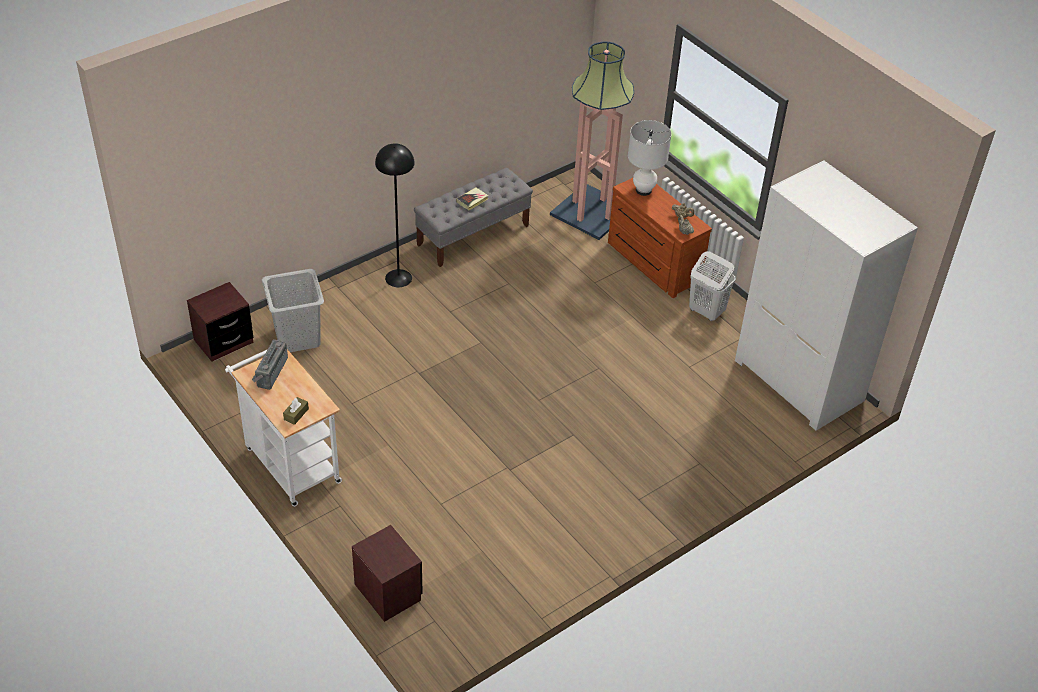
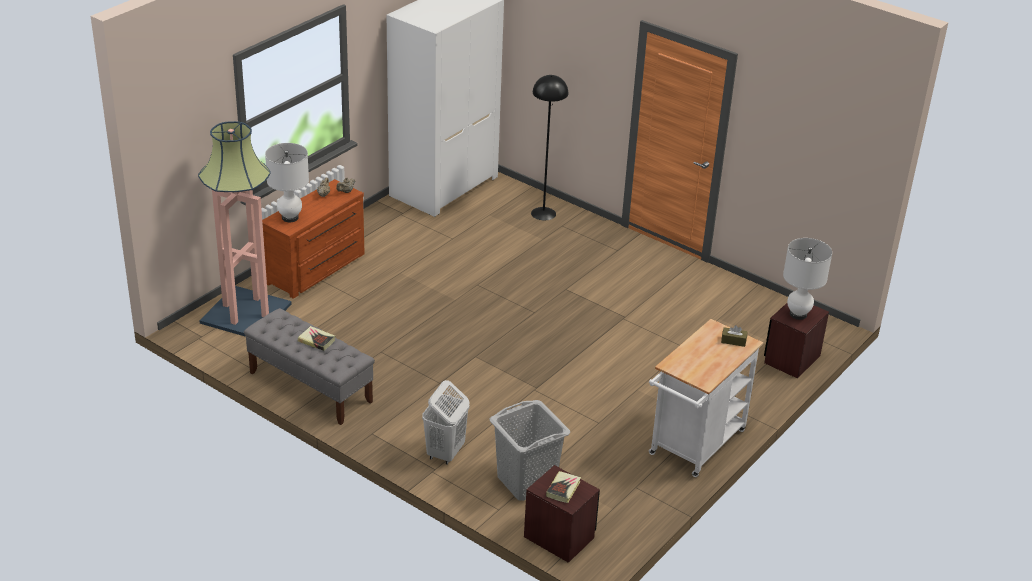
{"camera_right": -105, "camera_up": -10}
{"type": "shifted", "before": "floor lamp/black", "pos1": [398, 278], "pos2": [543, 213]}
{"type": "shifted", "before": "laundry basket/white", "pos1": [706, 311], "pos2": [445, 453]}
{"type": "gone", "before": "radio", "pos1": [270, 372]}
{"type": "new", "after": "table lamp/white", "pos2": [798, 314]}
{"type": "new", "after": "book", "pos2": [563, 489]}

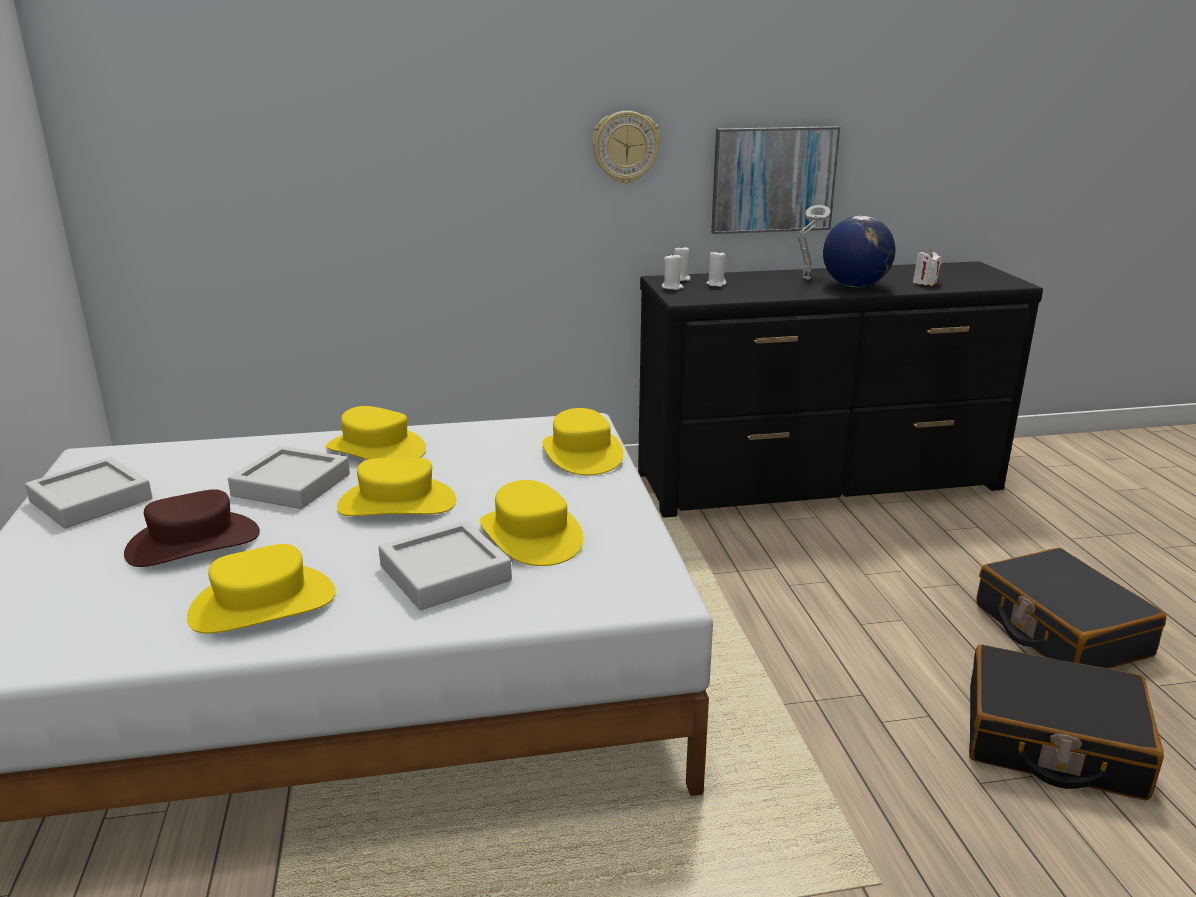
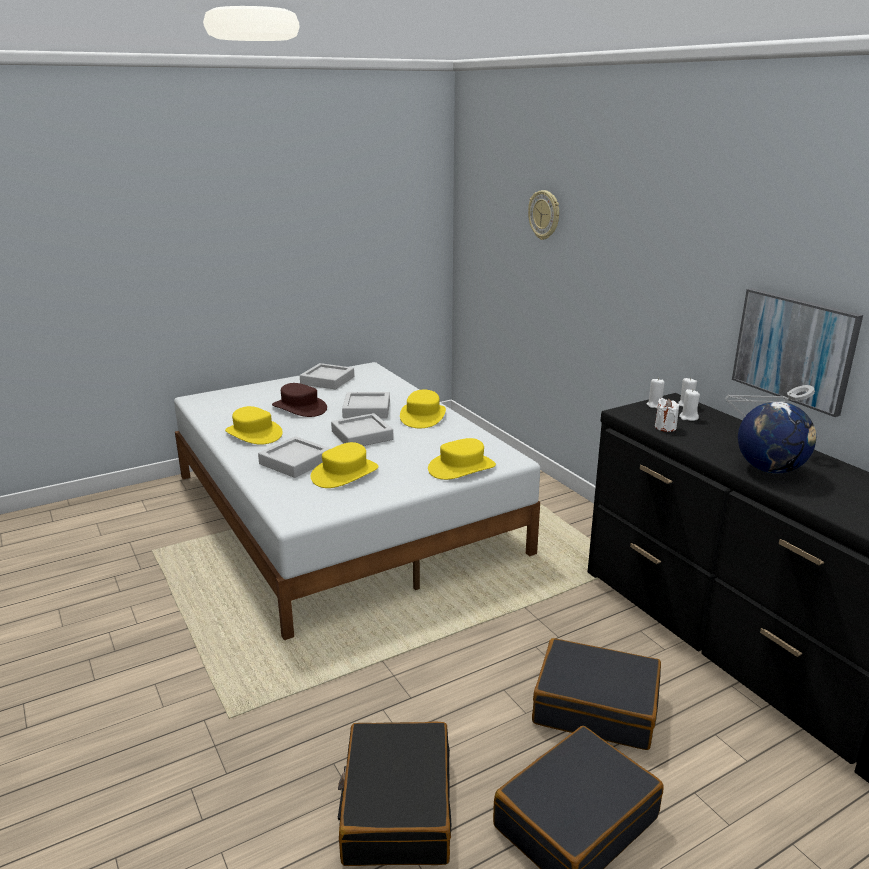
{"camera_right": 70, "camera_up": 0}
{"type": "shifted", "before": "wall clock", "pos1": [625, 147], "pos2": [544, 215]}
{"type": "shifted", "before": "candle/white", "pos1": [925, 283], "pos2": [665, 427]}
{"type": "swapped", "before": "hat/yellow", "after": "tray/grey", "pos1": [397, 503], "pos2": [362, 435]}
{"type": "new", "after": "suitcase/black", "pos2": [595, 706]}

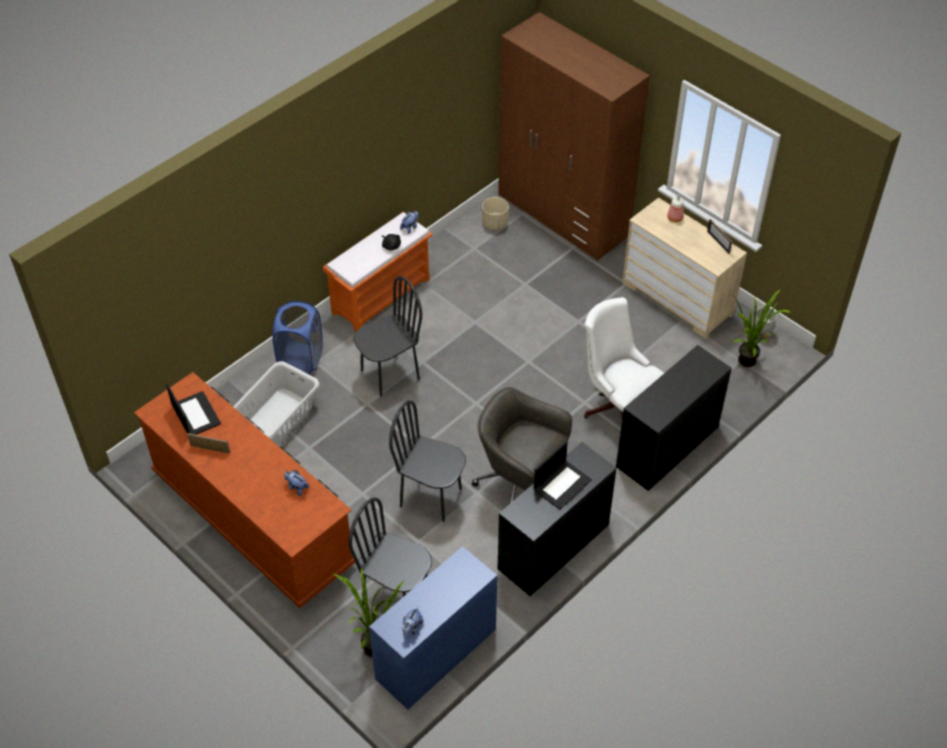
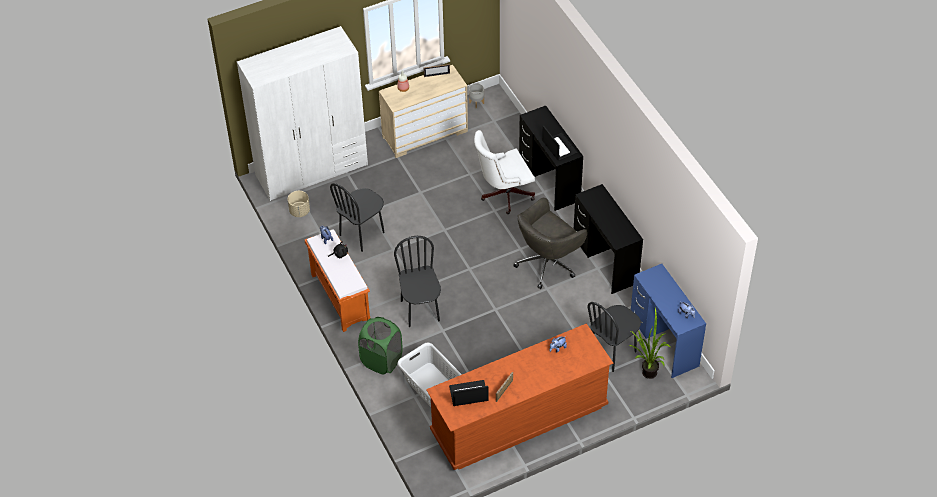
{"camera_right": -70, "camera_up": 0}
{"type": "repainted", "before": "wardrobe/brown", "after": "wardrobe/white", "pos1": [563, 215], "pos2": [312, 170]}
{"type": "gone", "before": "potted plant", "pos1": [748, 364]}
{"type": "repainted", "before": "laundry basket/blue", "after": "laundry basket/green", "pos1": [301, 359], "pos2": [381, 360]}
{"type": "shifted", "before": "chair/black", "pos1": [431, 497], "pos2": [362, 234]}
{"type": "shifted", "before": "laptop", "pos1": [562, 484], "pos2": [559, 147]}

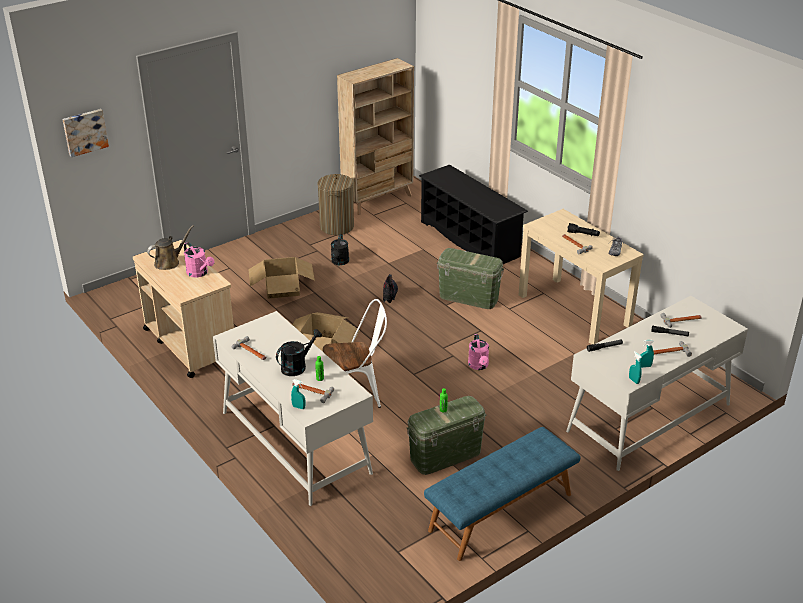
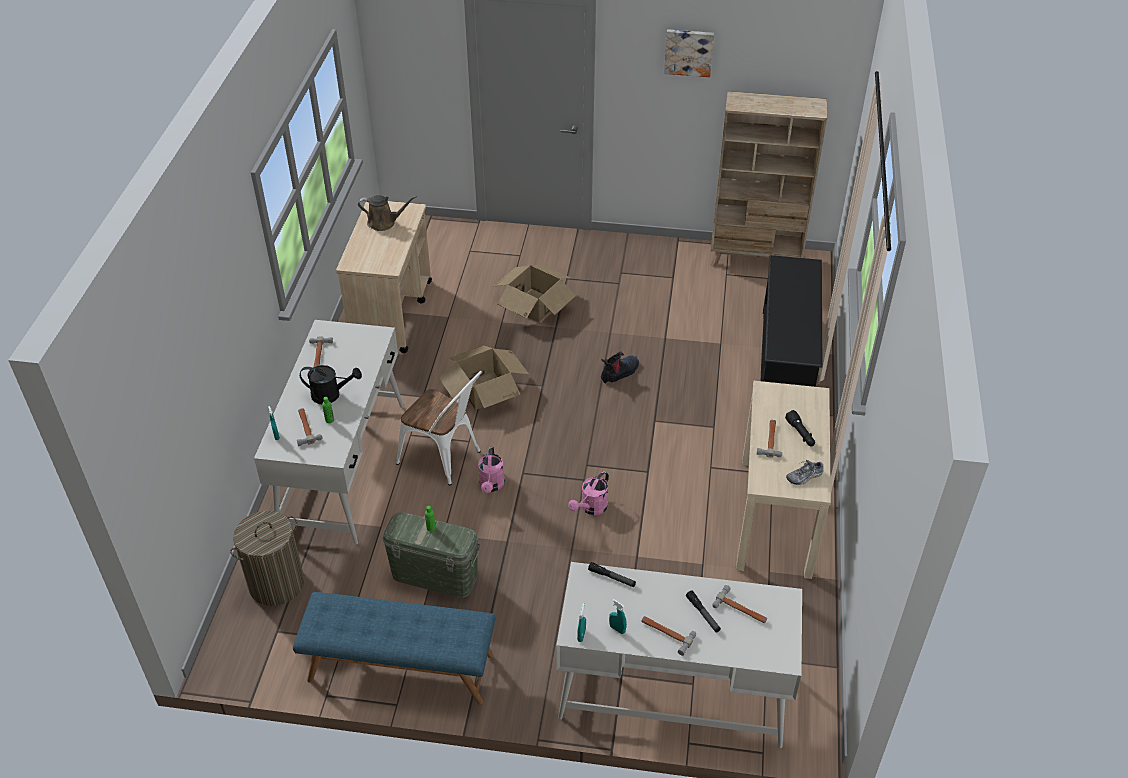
{"camera_right": 45, "camera_up": 10}
{"type": "shifted", "before": "picture", "pos1": [85, 132], "pos2": [689, 52]}
{"type": "shifted", "before": "laundry basket", "pos1": [337, 226], "pos2": [276, 584]}
{"type": "gone", "before": "watering can/black", "pos1": [339, 262]}
{"type": "shifted", "before": "watering can/pink", "pos1": [199, 273], "pos2": [491, 486]}
{"type": "gone", "before": "storage box/green", "pos1": [469, 297]}

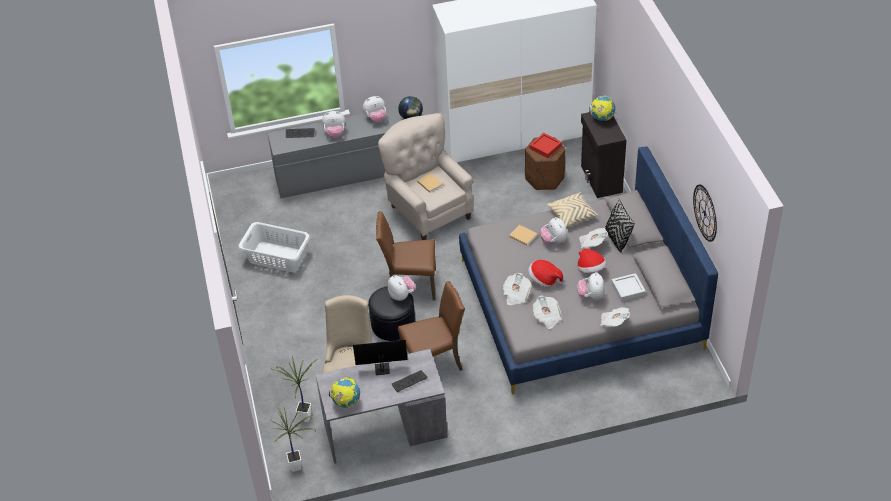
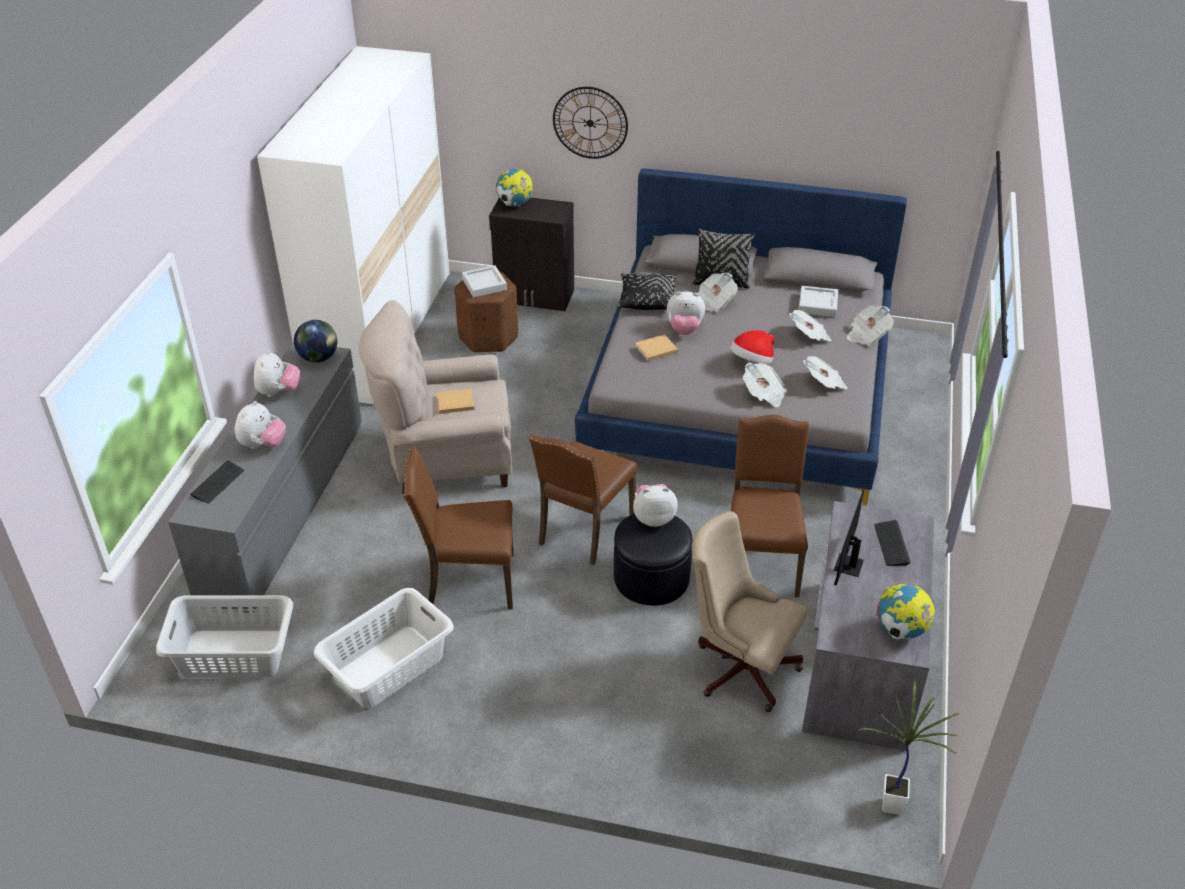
{"camera_right": -65, "camera_up": -5}
{"type": "repainted", "before": "tray/red", "after": "tray/grey", "pos1": [545, 147], "pos2": [484, 284]}
{"type": "shifted", "before": "wall clock", "pos1": [705, 212], "pos2": [590, 123]}
{"type": "repainted", "before": "pillow/beige", "after": "pillow/black", "pos1": [572, 215], "pos2": [647, 300]}
{"type": "gone", "before": "hat", "pos1": [590, 269]}
{"type": "swapped", "before": "plush toy", "after": "newspaper", "pos1": [591, 296], "pos2": [809, 336]}
{"type": "gone", "before": "potted plant", "pos1": [303, 416]}
{"type": "new", "after": "chair/brown", "pos2": [468, 581]}
{"type": "new", "after": "laundry basket/grey", "pos2": [234, 655]}

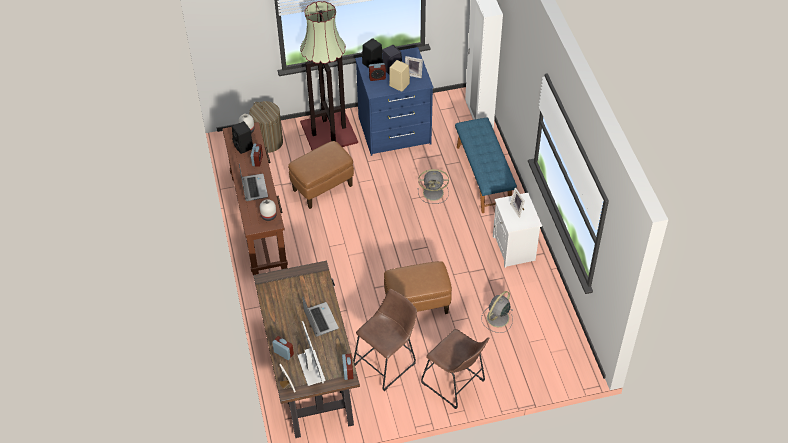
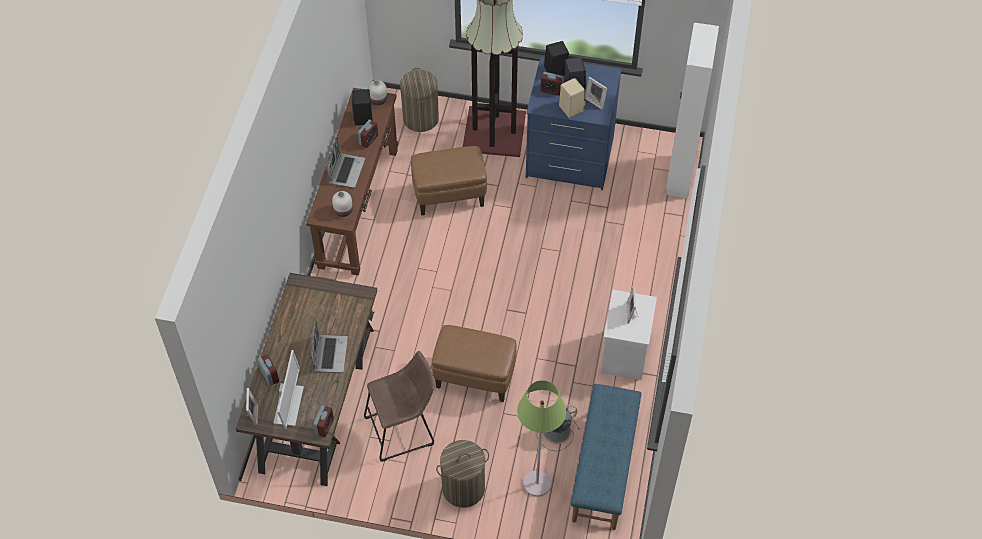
{"camera_right": 25, "camera_up": 5}
{"type": "shifted", "before": "bench/blue", "pos1": [484, 176], "pos2": [604, 468]}
{"type": "gone", "before": "fan/grey", "pos1": [434, 193]}
{"type": "swapped", "before": "stool/brown", "after": "laundry basket", "pos1": [455, 384], "pos2": [463, 488]}
{"type": "new", "after": "floor lamp/green", "pos2": [537, 483]}

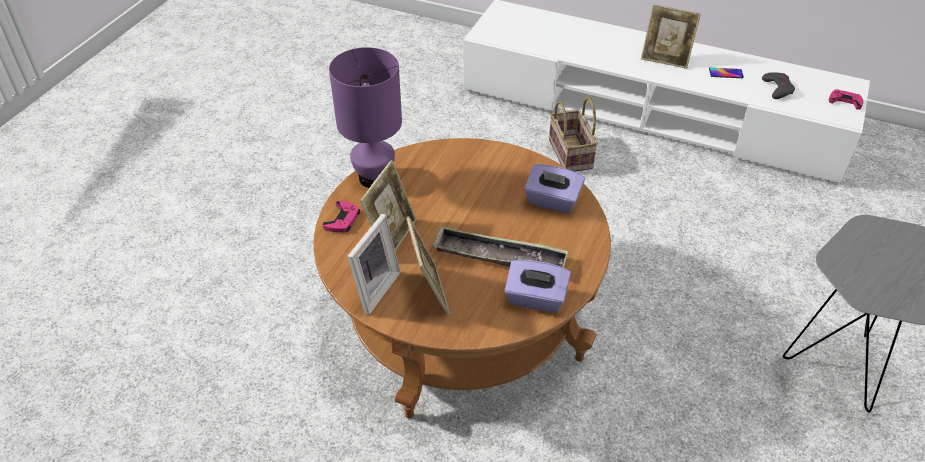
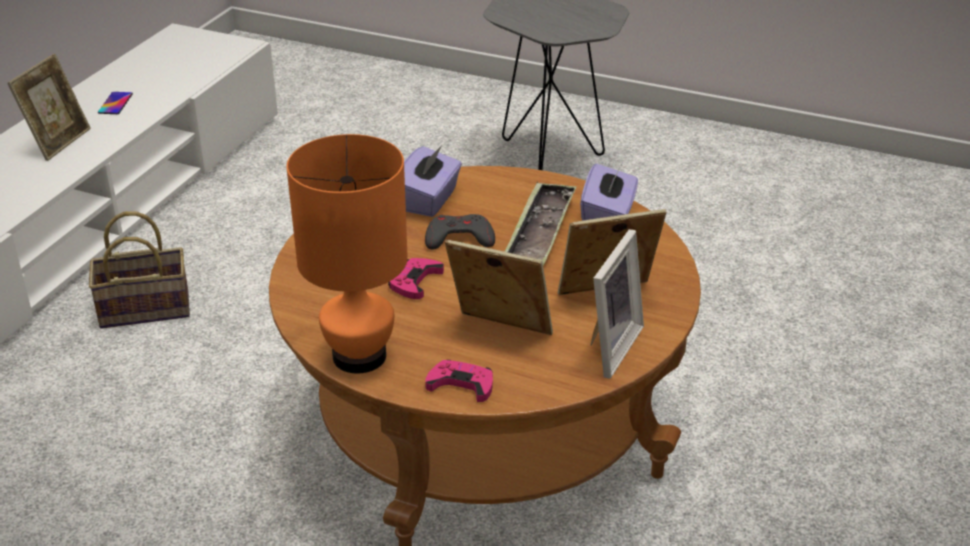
{"camera_right": -90, "camera_up": -10}
{"type": "repainted", "before": "table lamp/purple", "after": "table lamp/orange", "pos1": [373, 178], "pos2": [359, 357]}
{"type": "shifted", "before": "game controller/grey", "pos1": [777, 88], "pos2": [459, 238]}
{"type": "shifted", "before": "game controller/pink", "pos1": [845, 101], "pos2": [415, 282]}
{"type": "rotated", "before": "picture frame", "pos1": [372, 289], "pos2": [607, 347], "turn": 90}

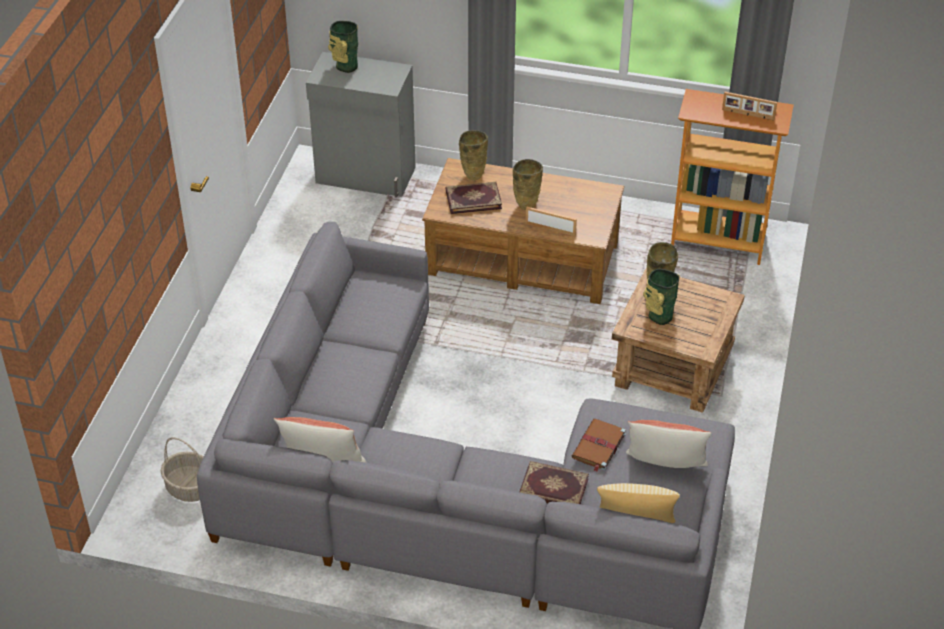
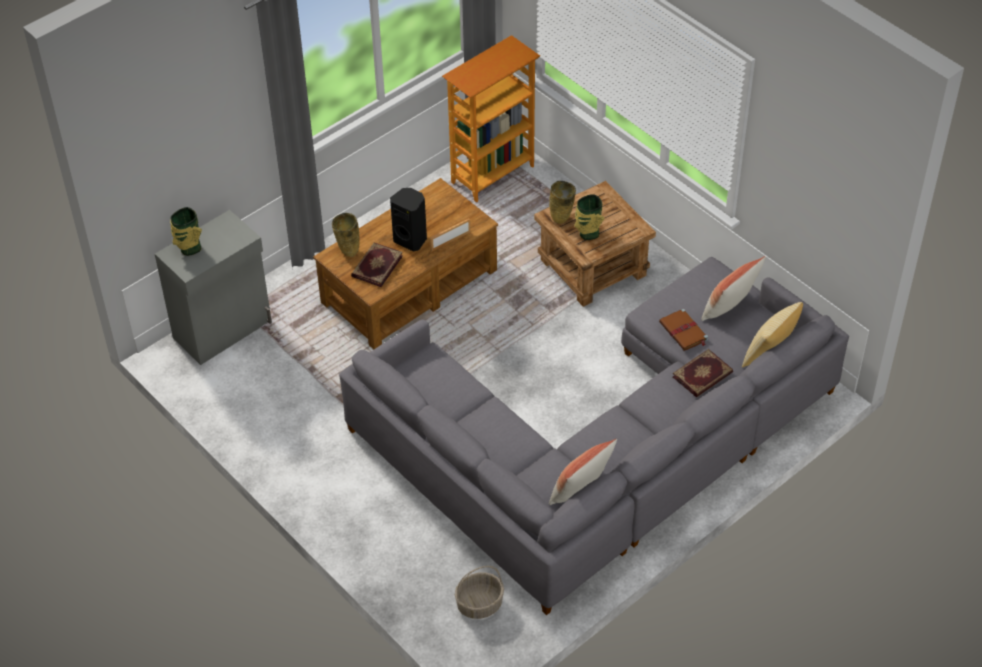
{"camera_right": -55, "camera_up": 5}
{"type": "gone", "before": "picture frame", "pos1": [748, 115]}
{"type": "swapped", "before": "vase/beige", "after": "speaker/black", "pos1": [527, 204], "pos2": [411, 239]}

